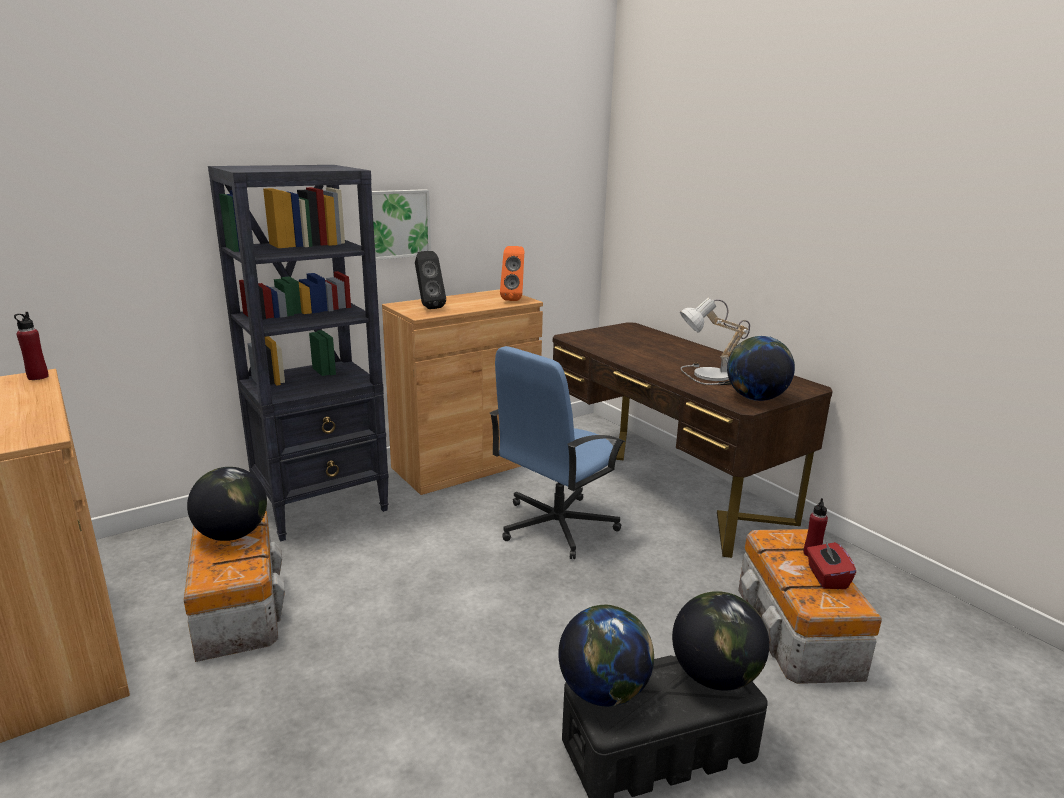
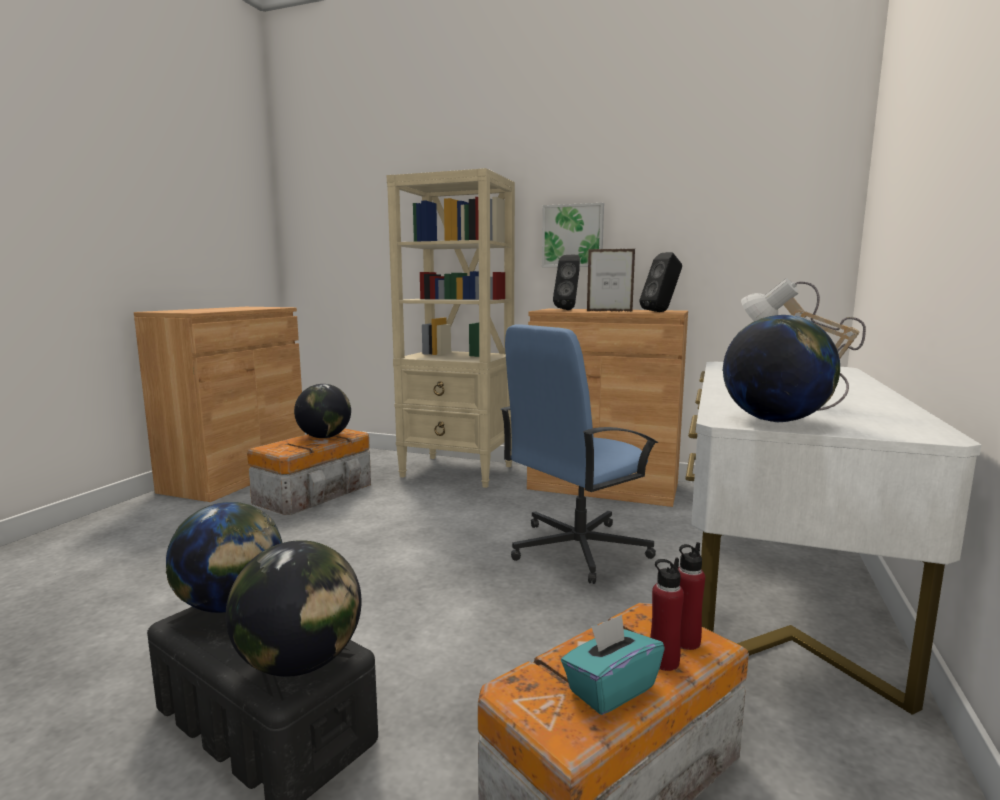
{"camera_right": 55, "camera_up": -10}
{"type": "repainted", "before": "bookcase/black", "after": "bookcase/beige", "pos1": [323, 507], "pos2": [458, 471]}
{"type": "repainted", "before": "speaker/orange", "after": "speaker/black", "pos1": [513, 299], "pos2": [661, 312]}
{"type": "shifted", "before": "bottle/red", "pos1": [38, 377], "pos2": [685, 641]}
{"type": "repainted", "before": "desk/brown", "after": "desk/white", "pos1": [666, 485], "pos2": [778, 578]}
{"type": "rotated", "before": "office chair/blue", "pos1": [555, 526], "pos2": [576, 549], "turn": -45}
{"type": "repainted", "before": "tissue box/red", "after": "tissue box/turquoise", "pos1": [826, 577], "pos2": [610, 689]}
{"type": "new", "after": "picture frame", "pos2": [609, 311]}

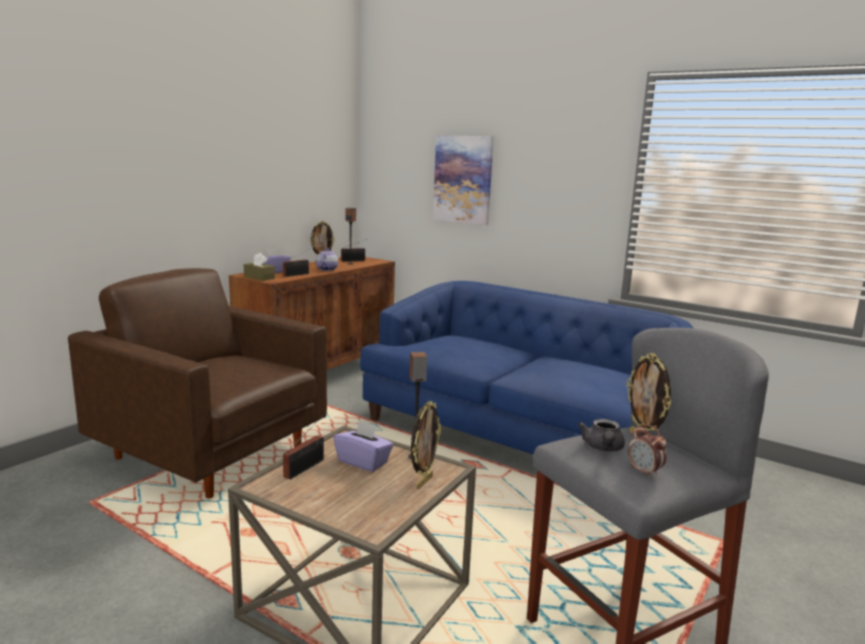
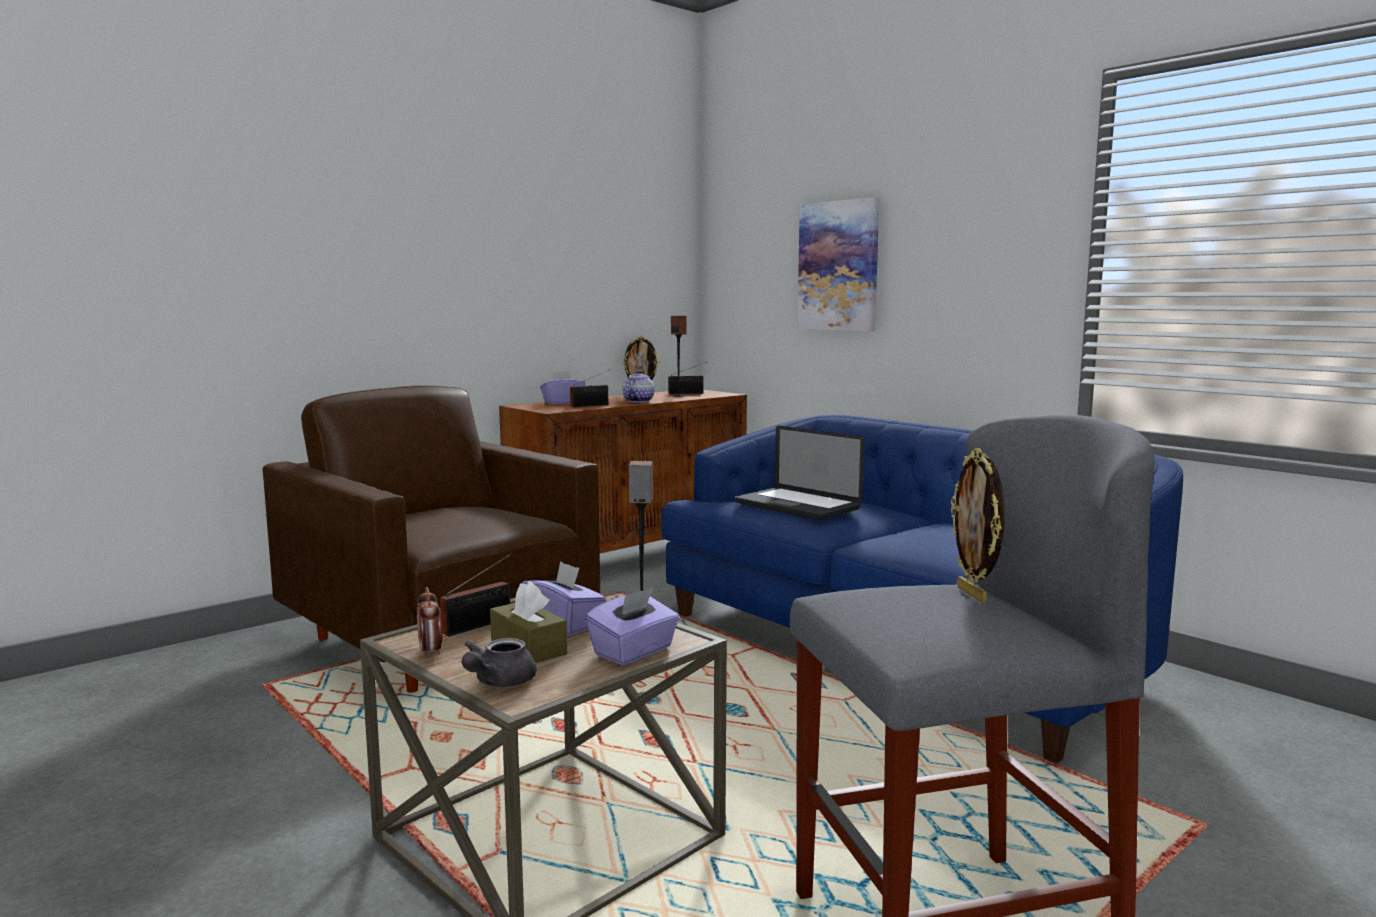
{"camera_right": 15, "camera_up": -5}
{"type": "shifted", "before": "tissue box/brown", "pos1": [259, 277], "pos2": [528, 647]}
{"type": "swapped", "before": "picture frame", "after": "tissue box/purple", "pos1": [423, 481], "pos2": [634, 652]}
{"type": "shifted", "before": "teapot/grey", "pos1": [602, 448], "pos2": [498, 682]}
{"type": "shifted", "before": "alarm clock", "pos1": [644, 472], "pos2": [431, 652]}
{"type": "new", "after": "laptop", "pos2": [797, 506]}

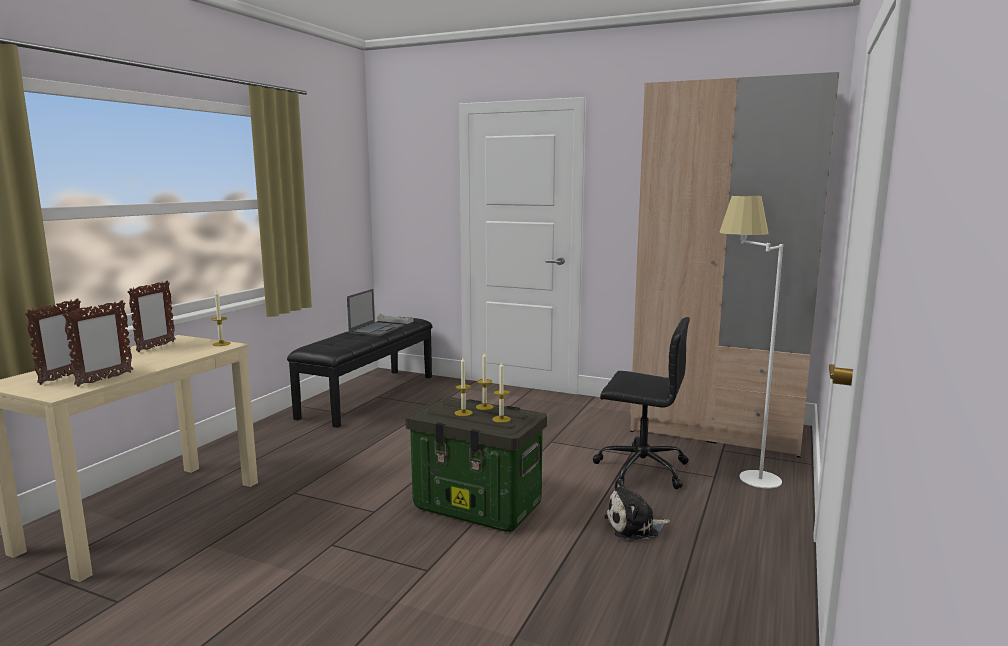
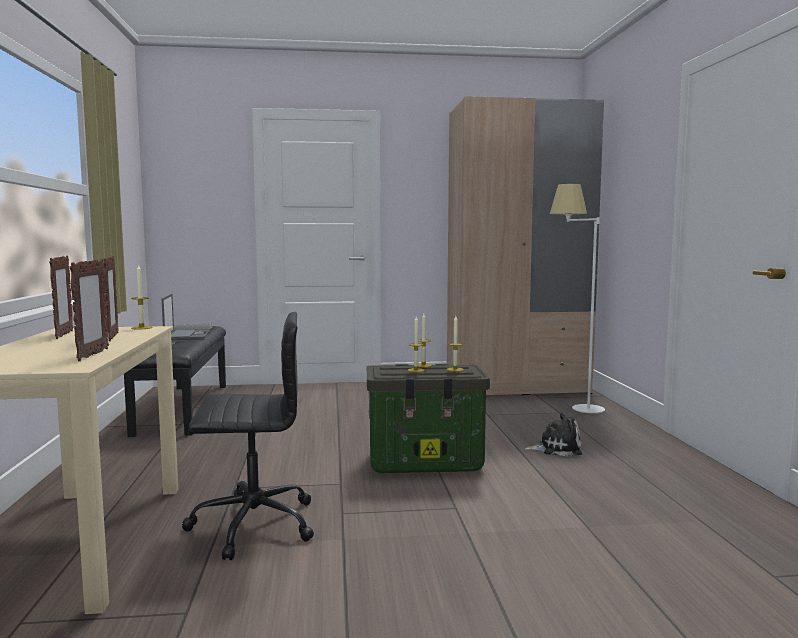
{"camera_right": -30, "camera_up": -5}
{"type": "shifted", "before": "picture frame", "pos1": [63, 377], "pos2": [113, 337]}
{"type": "shifted", "before": "office chair/black", "pos1": [640, 469], "pos2": [251, 524]}
{"type": "rotated", "before": "plush toy", "pos1": [634, 527], "pos2": [556, 448], "turn": -135}

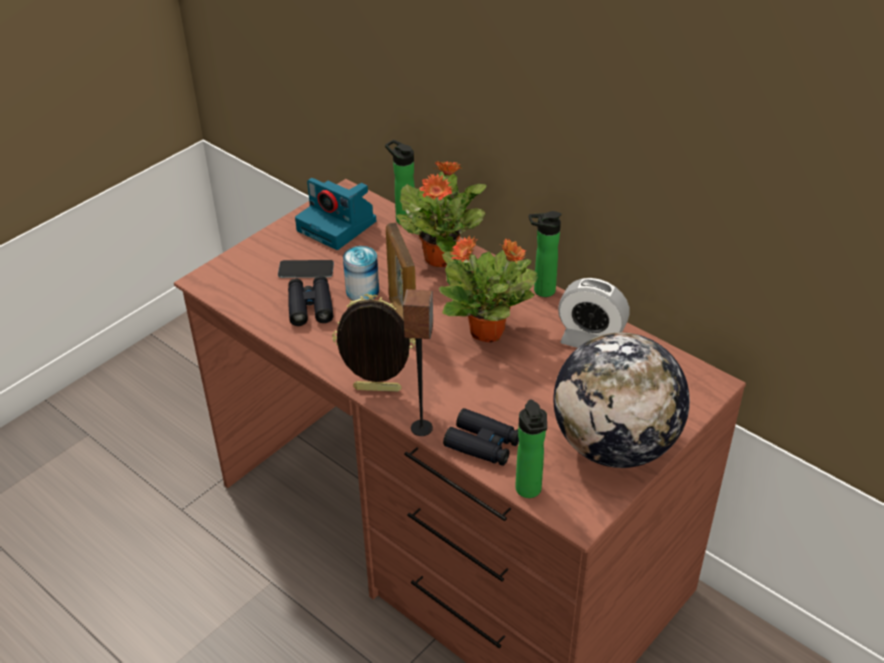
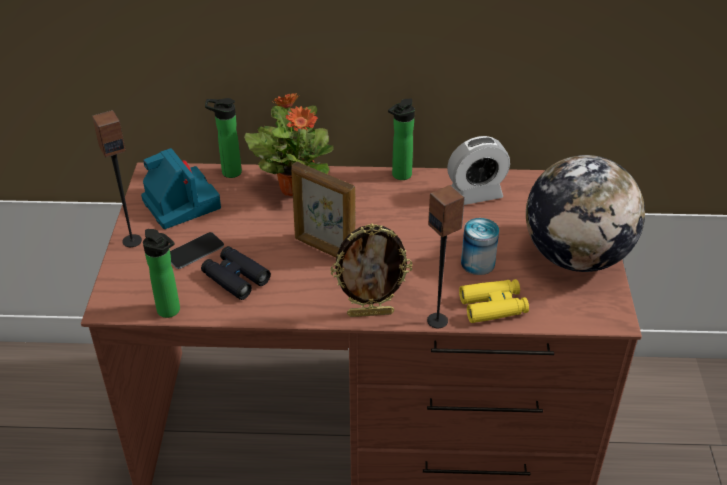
{"camera_right": -40, "camera_up": 0}
{"type": "rotated", "before": "photo camera", "pos1": [338, 226], "pos2": [179, 203], "turn": -120}
{"type": "gone", "before": "potted plant", "pos1": [488, 332]}
{"type": "shifted", "before": "can", "pos1": [362, 291], "pos2": [477, 263]}
{"type": "rotated", "before": "picture frame", "pos1": [376, 391], "pos2": [370, 313], "turn": -150}
{"type": "shifted", "before": "bottle", "pos1": [529, 492], "pos2": [171, 311]}
{"type": "repainted", "before": "binoculars/black", "after": "binoculars/yellow", "pos1": [483, 444], "pos2": [493, 306]}
{"type": "new", "after": "speaker", "pos2": [132, 240]}

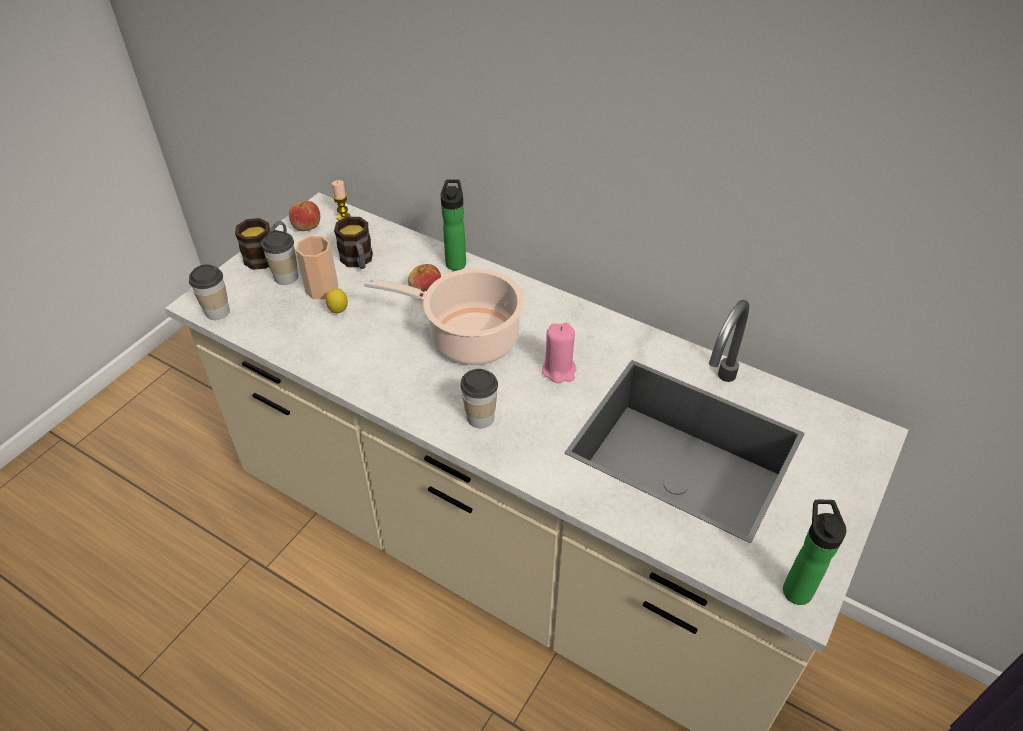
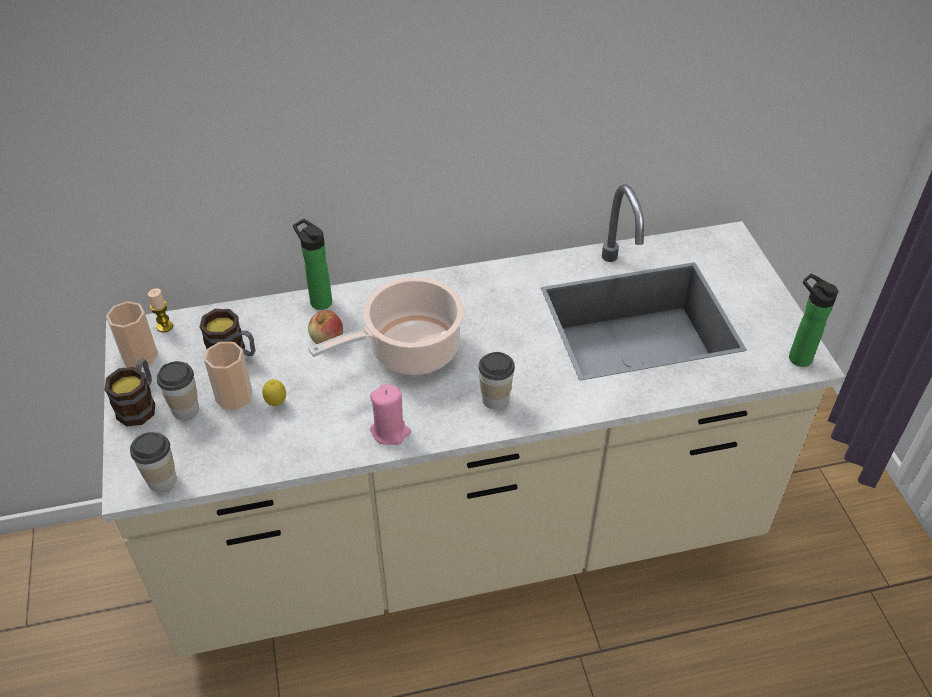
{"camera_right": -45, "camera_up": 0}
{"type": "swapped", "before": "apple", "after": "cup", "pos1": [306, 226], "pos2": [140, 356]}
{"type": "shifted", "before": "candle/pink", "pos1": [559, 370], "pos2": [390, 431]}

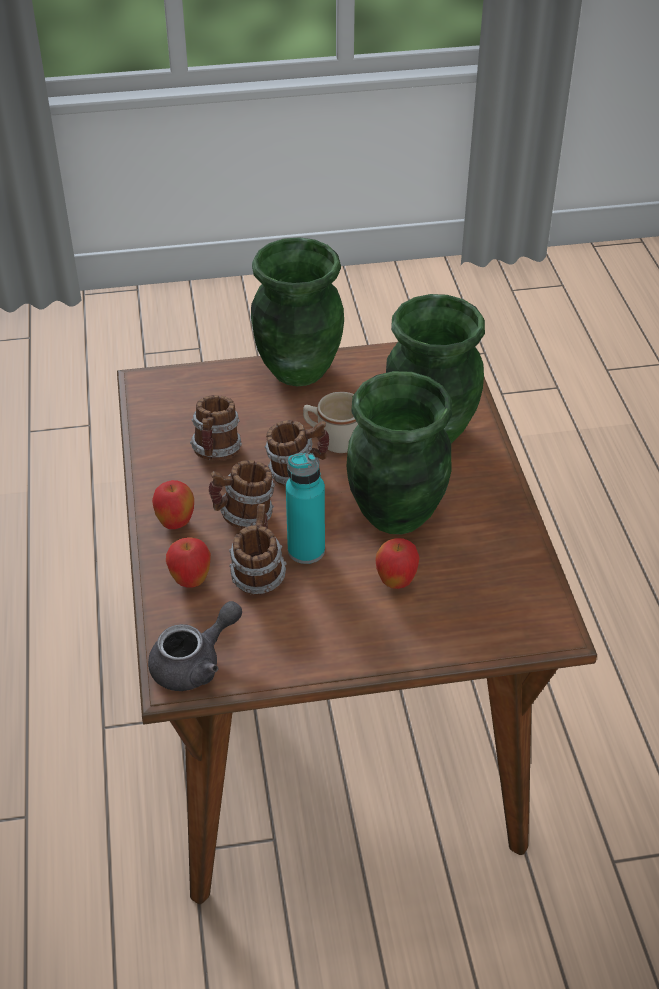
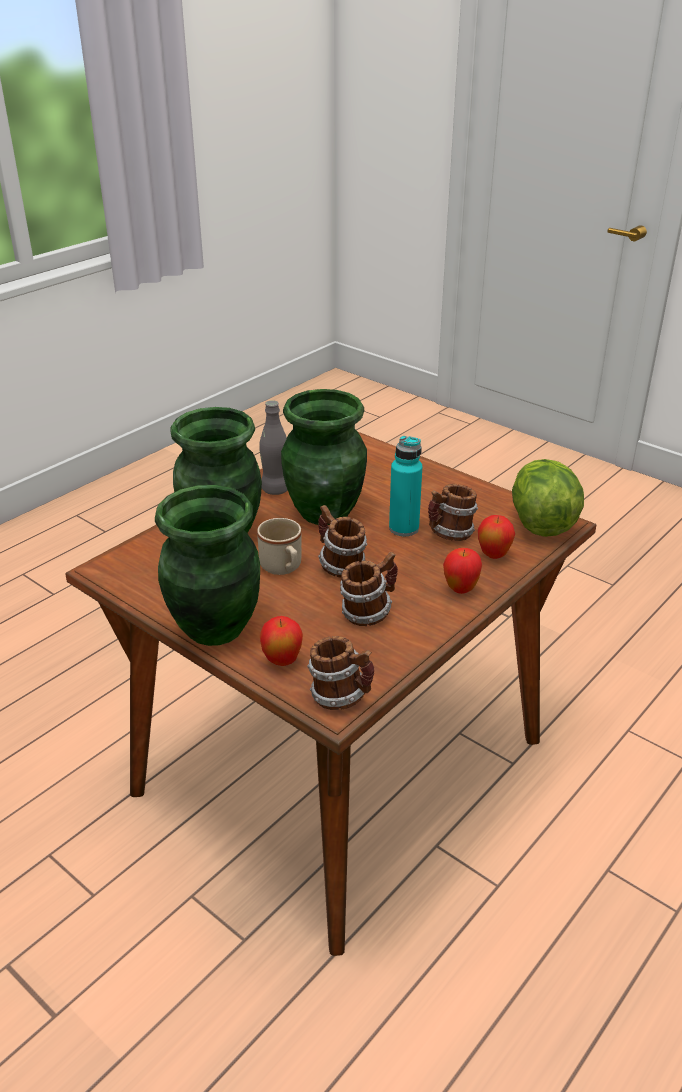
{"camera_right": -130, "camera_up": -10}
{"type": "shifted", "before": "mug", "pos1": [244, 517], "pos2": [342, 697]}
{"type": "shifted", "before": "apple", "pos1": [396, 582], "pos2": [282, 661]}
{"type": "swapped", "before": "teapot/grey", "after": "lettuce", "pos1": [195, 663], "pos2": [541, 522]}
{"type": "new", "after": "bottle/grey", "pos2": [275, 489]}

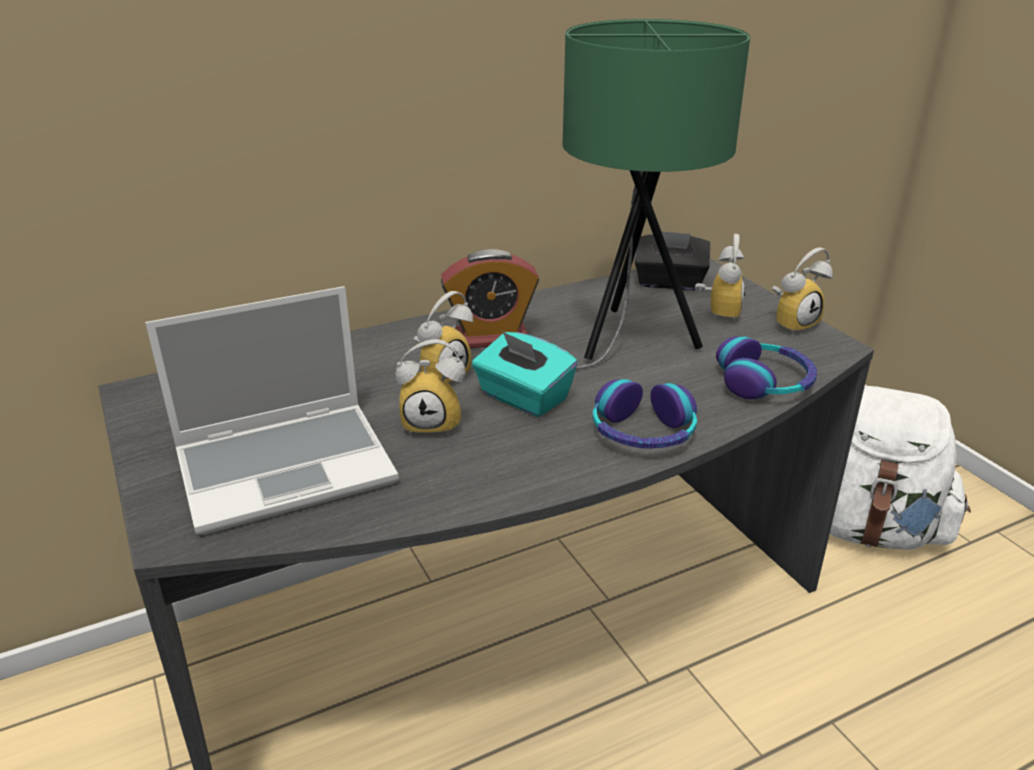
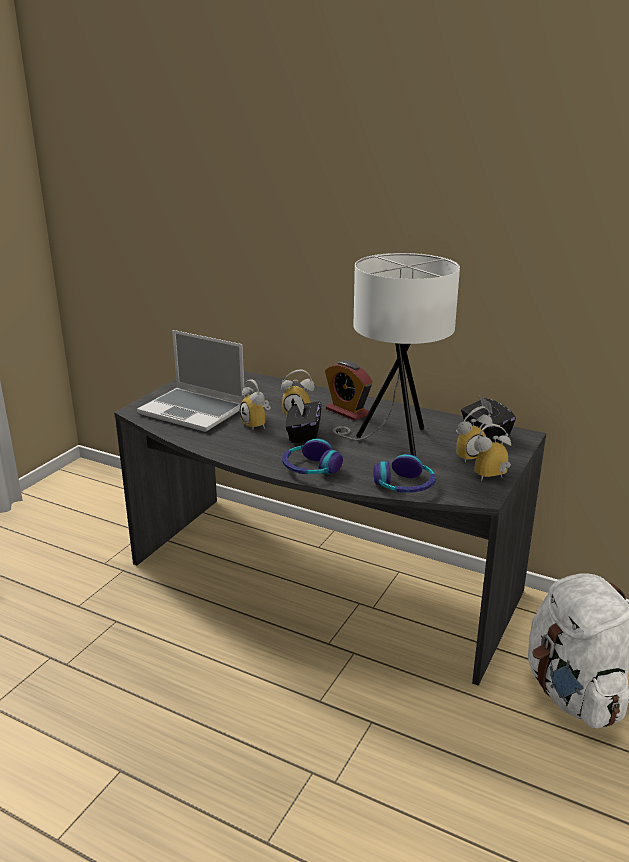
{"camera_right": 55, "camera_up": -5}
{"type": "repainted", "before": "table lamp/green", "after": "table lamp/white", "pos1": [626, 342], "pos2": [393, 442]}
{"type": "rotated", "before": "alarm clock", "pos1": [792, 323], "pos2": [492, 478], "turn": 135}
{"type": "repainted", "before": "tissue box/turquoise", "after": "tissue box/black", "pos1": [523, 397], "pos2": [303, 435]}

